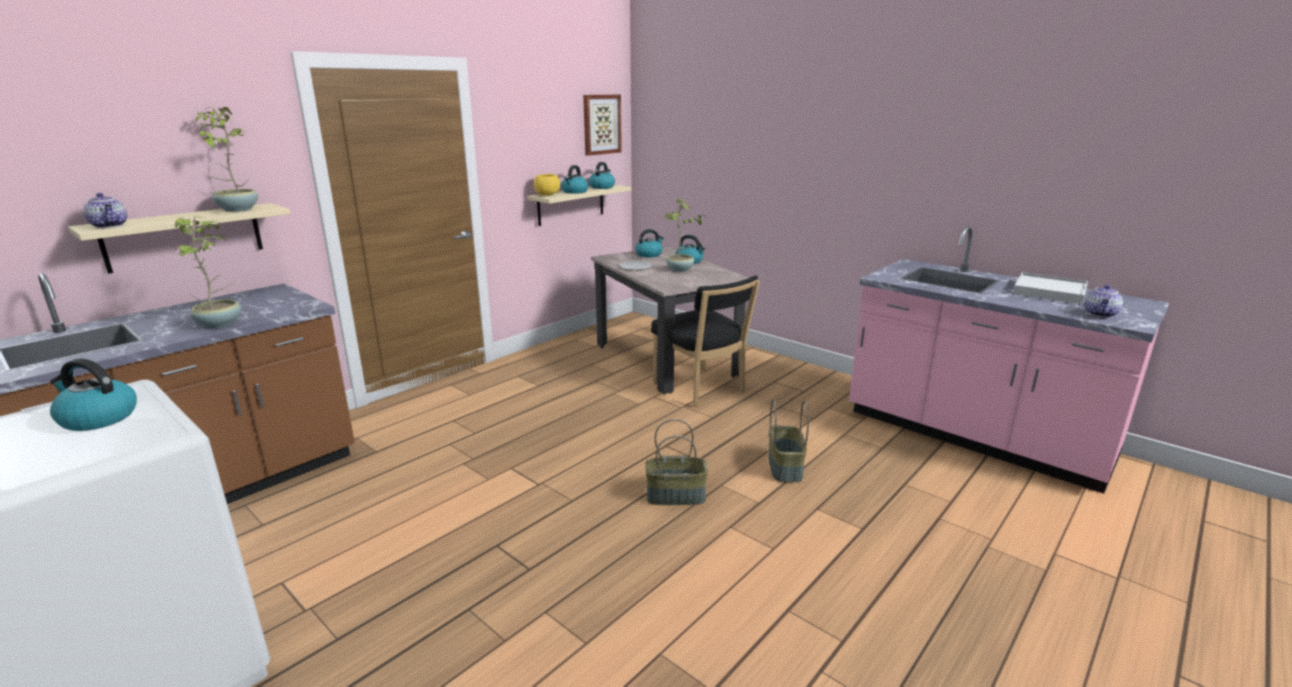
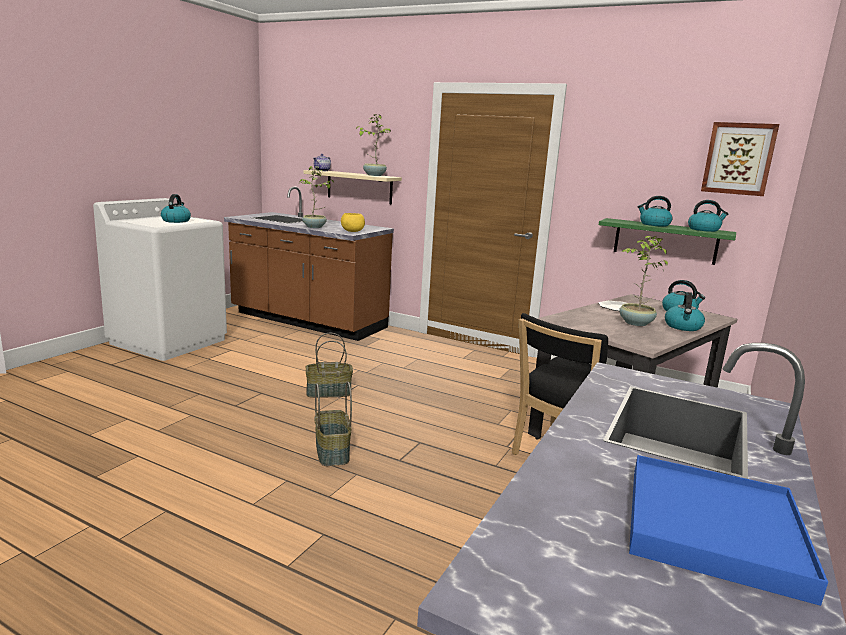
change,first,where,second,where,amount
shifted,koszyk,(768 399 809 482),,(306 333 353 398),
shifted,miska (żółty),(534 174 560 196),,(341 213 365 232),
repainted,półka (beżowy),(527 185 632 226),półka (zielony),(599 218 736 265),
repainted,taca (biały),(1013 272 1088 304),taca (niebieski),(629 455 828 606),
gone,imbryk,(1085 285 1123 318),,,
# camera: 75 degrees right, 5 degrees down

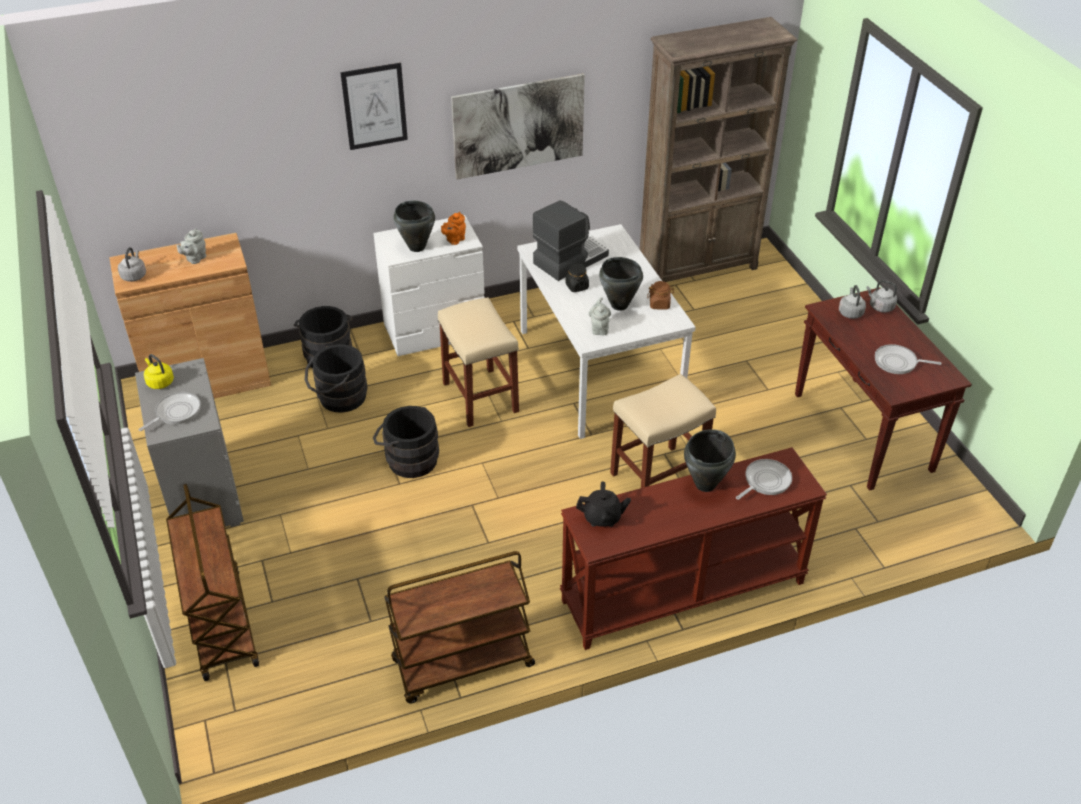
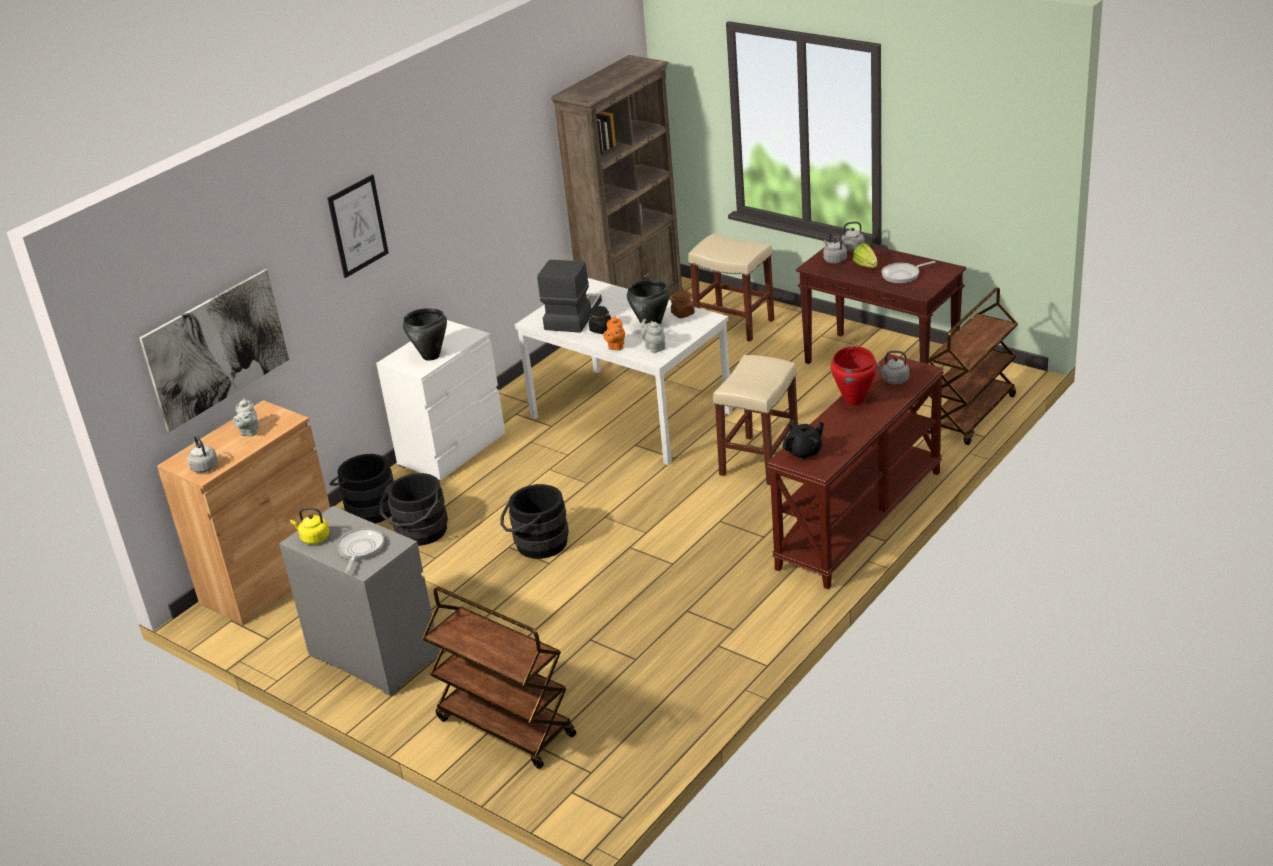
change,first,where,second,where,amount
shifted,obraz,(451 74 585 179),,(139 269 289 432),
shifted,imbryk (pomarańczowy),(441 212 466 245),,(603 316 625 351),
shifted,stołek (beżowy),(438 297 519 427),,(688 233 774 342),
repainted,garnek (czarny),(684 429 736 492),garnek (czerwony),(831 346 877 405),
new,,,sałata,(853 244 878 268),
swapped,patelnia,(736 459 792 500),czajnik (szary),(877 351 909 384),
shifted,wózek (brązowy),(384 551 535 704),,(927 287 1018 445),
# camera: 30 degrees left, 10 degrees down

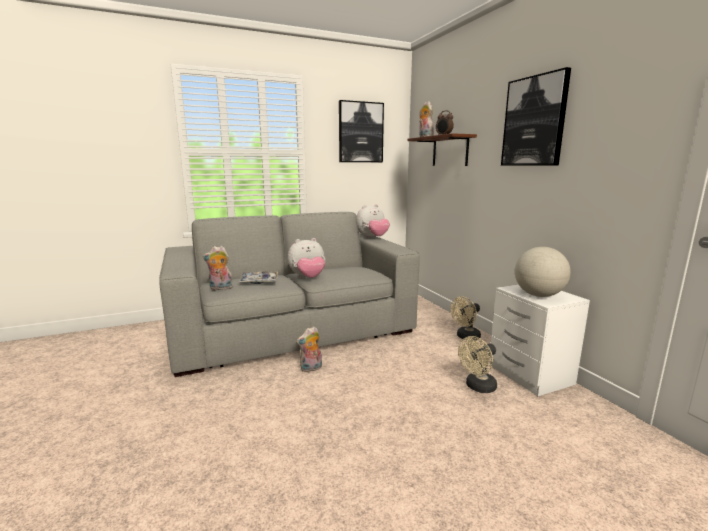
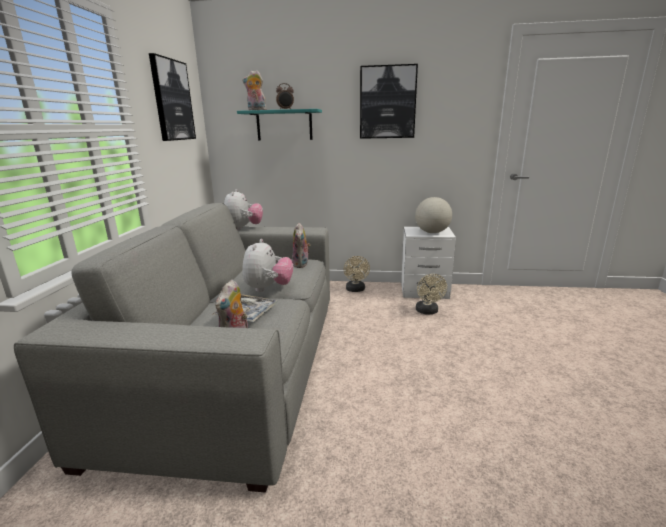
change,first,where,second,where,amount
repainted,półka (brązowy),(407 133 477 166),półka (turkusowy),(237 109 322 141),
shifted,pluszak,(296 326 322 372),,(292 223 311 268),
# camera: 60 degrees left, 5 degrees up

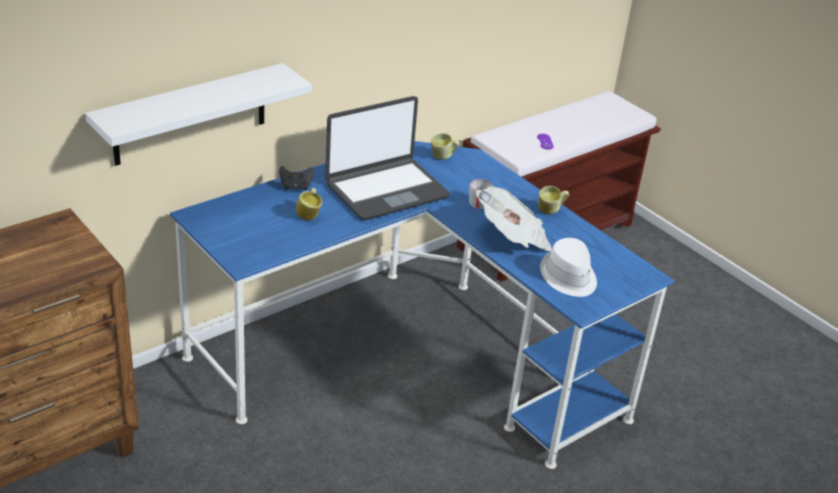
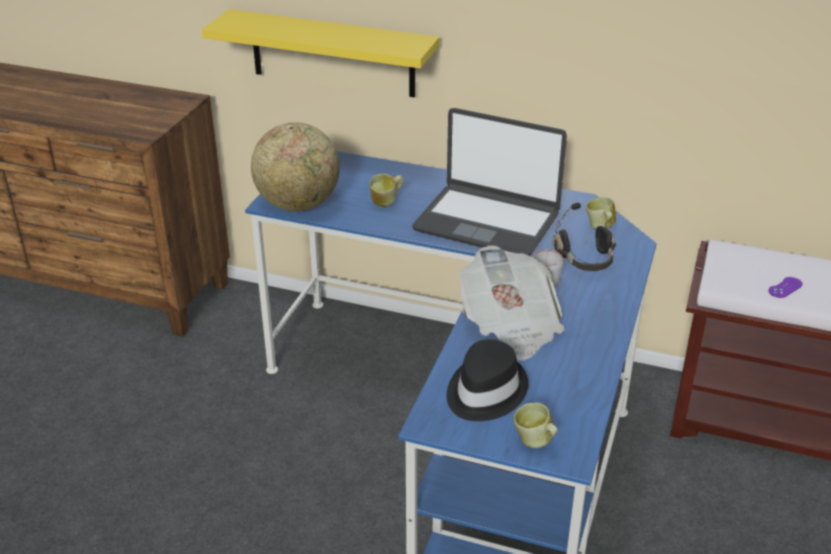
change,first,where,second,where,amount
repainted,półka (biały),(85 63 312 166),półka (żółty),(202 9 440 98),
new,,,globus,(251 122 340 212),
repainted,kapelusz (biały),(540 238 597 297),kapelusz (czarny),(446 339 528 421),
shifted,kubek,(538 186 569 214),,(514 402 558 448),
new,,,słuchawki (czarny),(552 203 616 271),
gone,pad do gier (czarny),(279 166 314 190),,,
# camera: 60 degrees right, 0 degrees up

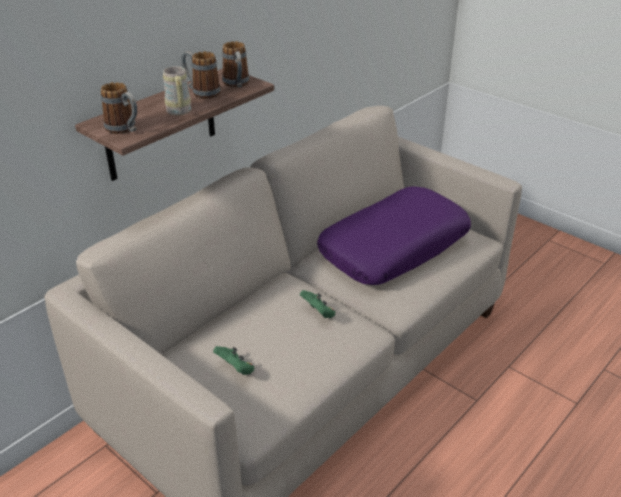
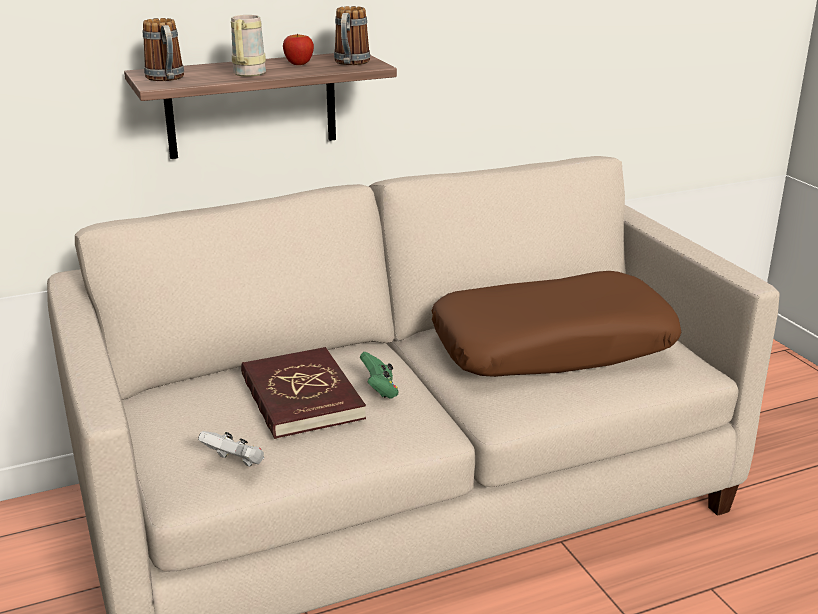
change,first,where,second,where,amount
new,,,pad do gier (biały),(198 431 264 467),
new,,,książka (czerwony),(241 347 366 439),
swapped,kubek,(181 51 221 99),jabłko,(283 34 314 65),
repainted,poduszka (fioletowy),(317 186 471 285),poduszka (brązowy),(432 271 681 377),
gone,pad do gier (zielony),(213 346 254 375),,,
# camera: 25 degrees right, 10 degrees down

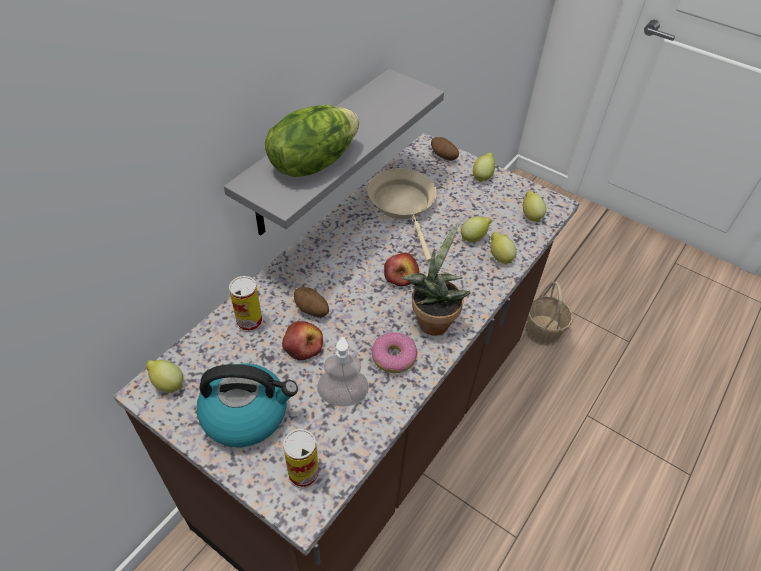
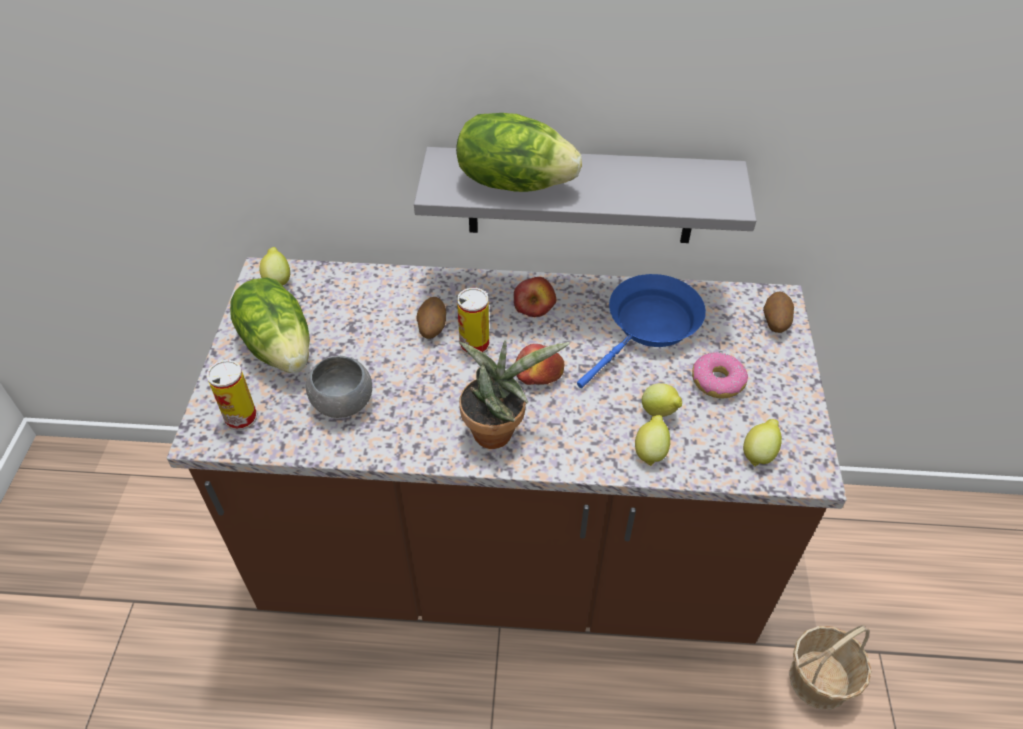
change,first,where,second,where,amount
swapped,czajnik,(197 363 298 447),sałata,(230 277 310 373),
swapped,dozownik mydła,(317 337 369 407),miska (szary),(306 356 372 418),
shifted,puszka,(229 276 263 332),,(457 288 489 355),
shifted,jabłko,(282 321 323 360),,(514 277 556 317),
repainted,patelnia (beżowy),(367 168 437 262),patelnia (niebieski),(577 274 706 388),
shifted,donut,(372 332 417 373),,(692 352 748 399),
gone,cytryna,(473 153 495 182),,,
# camera: 60 degrees right, 0 degrees up

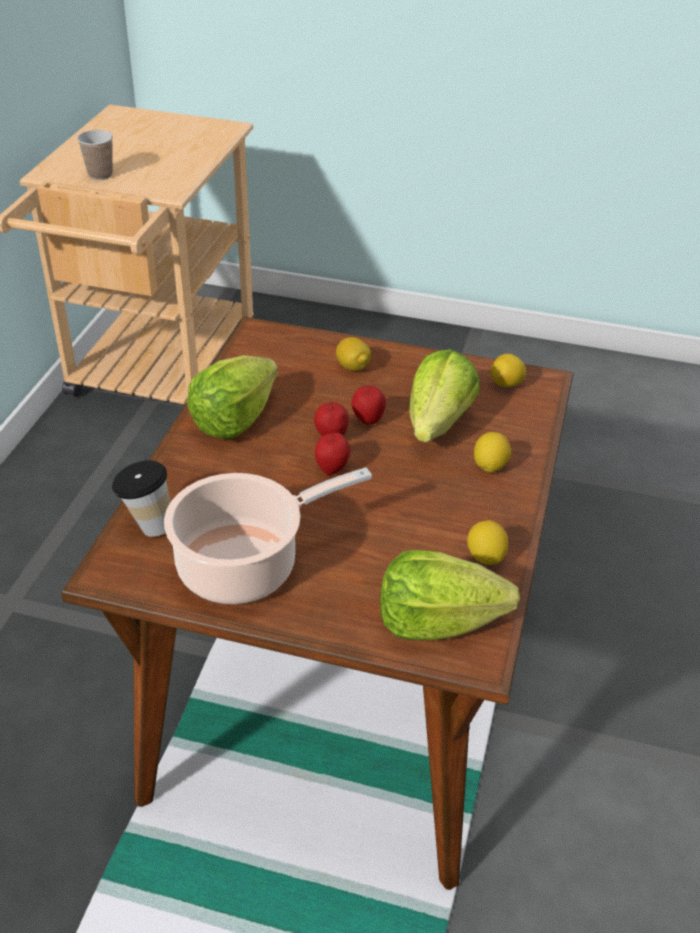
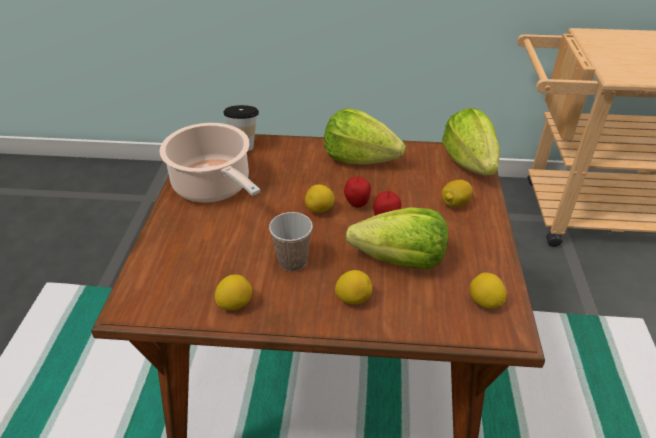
change,first,where,second,where,amount
shifted,filiżanka,(77 130 113 180),,(269 212 313 272),
swapped,jabłko,(315 432 350 475),cytryna,(305 184 335 213),
shifted,sałata,(380 550 520 640),,(442 108 500 175),
# camera: 80 degrees right, 0 degrees up

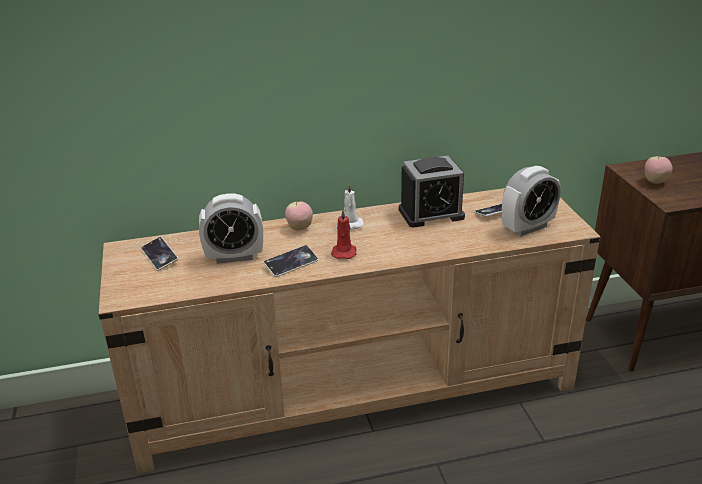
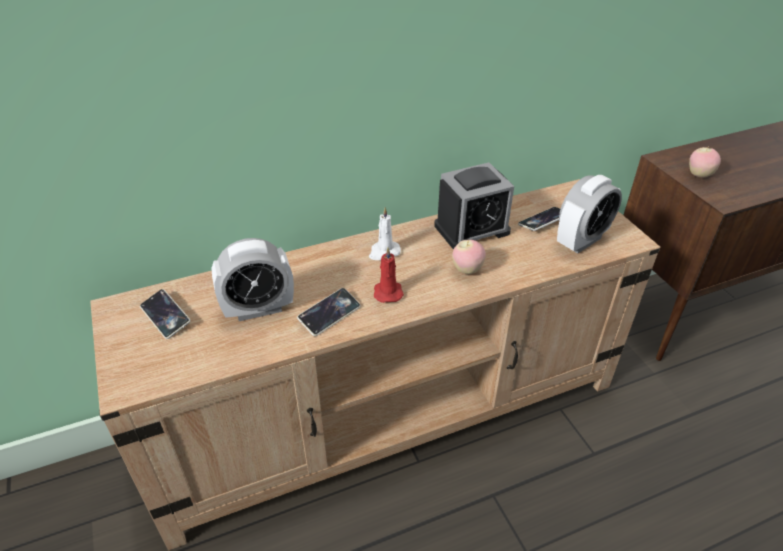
change,first,where,second,where,amount
shifted,jabłko,(285 200 313 231),,(452 240 486 274),
# camera: 10 degrees left, 10 degrees up

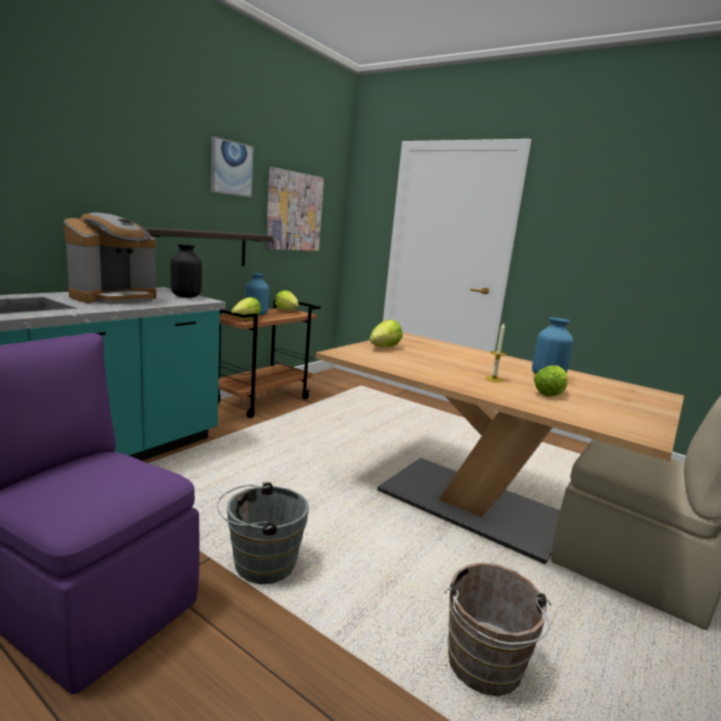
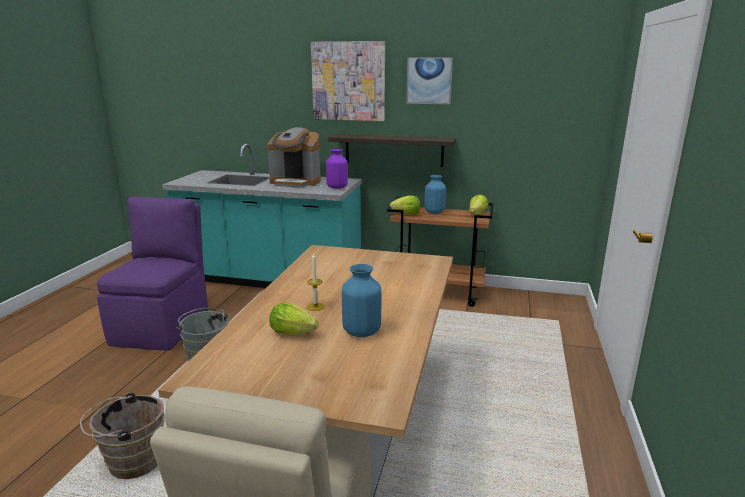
change,first,where,second,where,amount
shifted,obraz,(266 167 324 251),,(311 41 385 121),
repainted,wazon (czarny),(171 244 202 298),wazon (fioletowy),(326 149 348 189),
gone,sałata,(369 320 403 347),,,
# camera: 70 degrees right, 5 degrees up

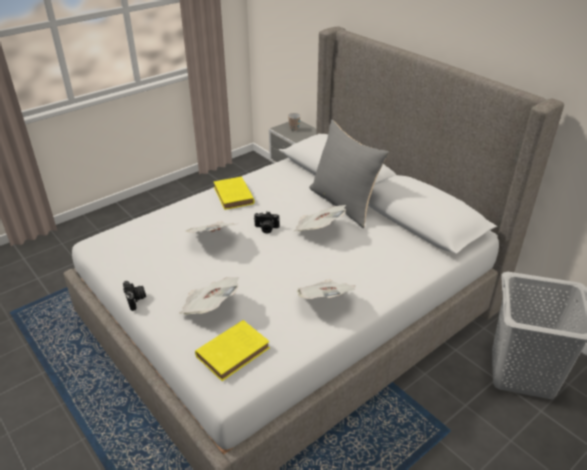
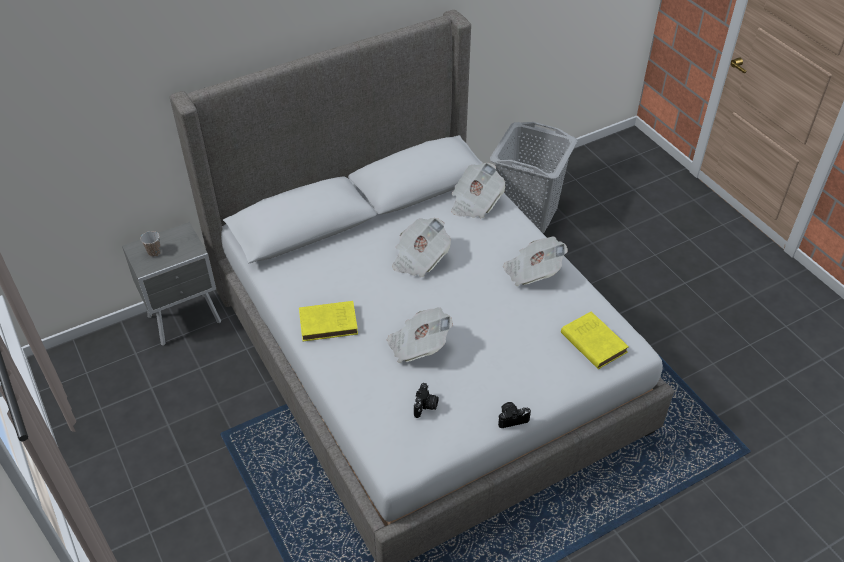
change,first,where,second,where,amount
shifted,aparat fotograficzny,(254 211 280 233),,(414 383 439 418),
shifted,gazeta,(179 277 239 315),,(451 163 505 218),
gone,poduszka (szary),(309 120 389 228),,,
# camera: 80 degrees left, 10 degrees up

